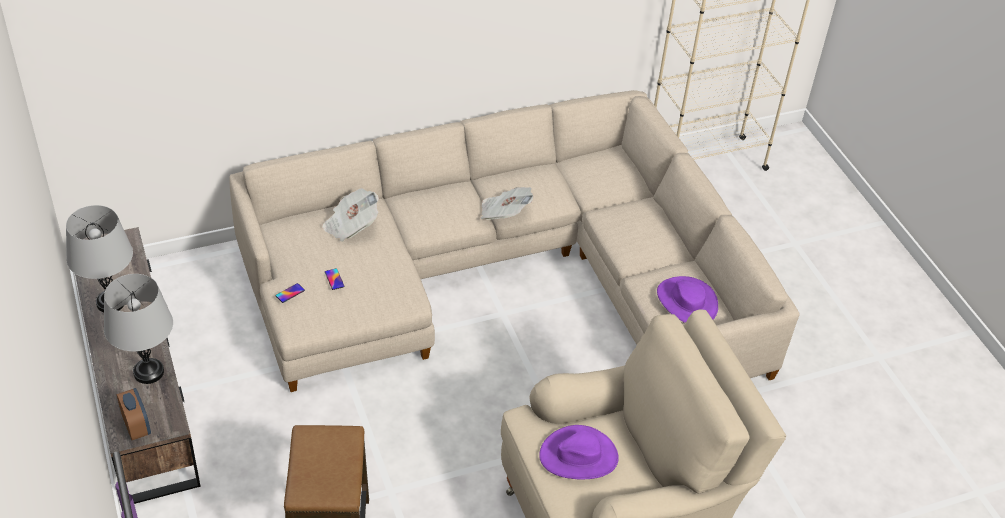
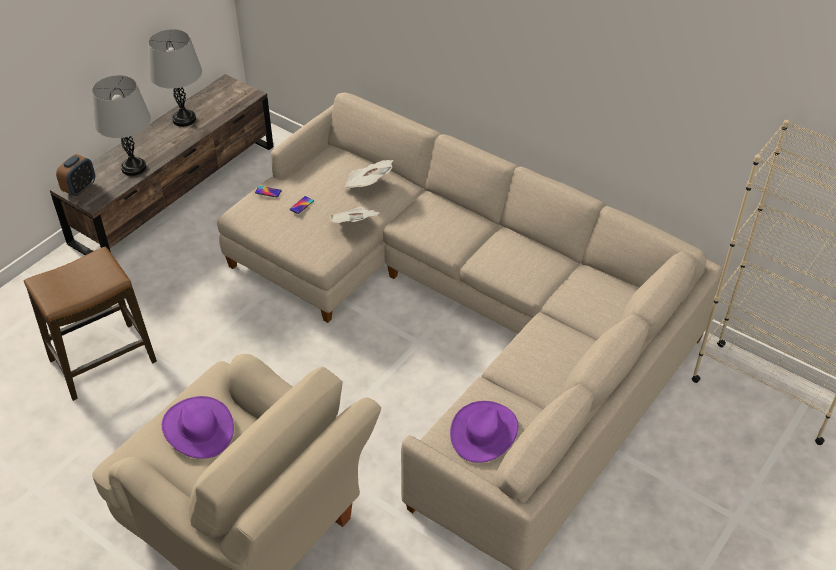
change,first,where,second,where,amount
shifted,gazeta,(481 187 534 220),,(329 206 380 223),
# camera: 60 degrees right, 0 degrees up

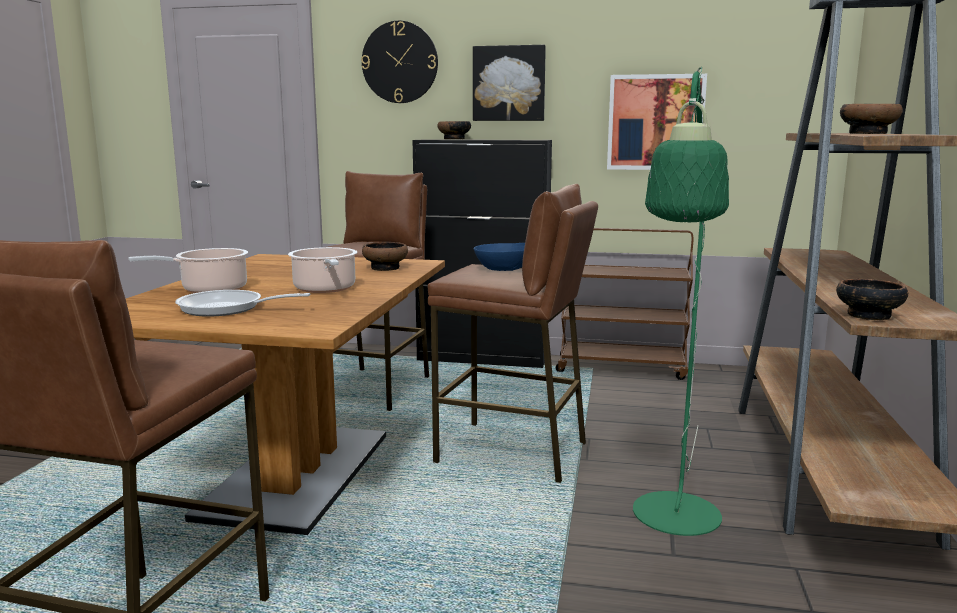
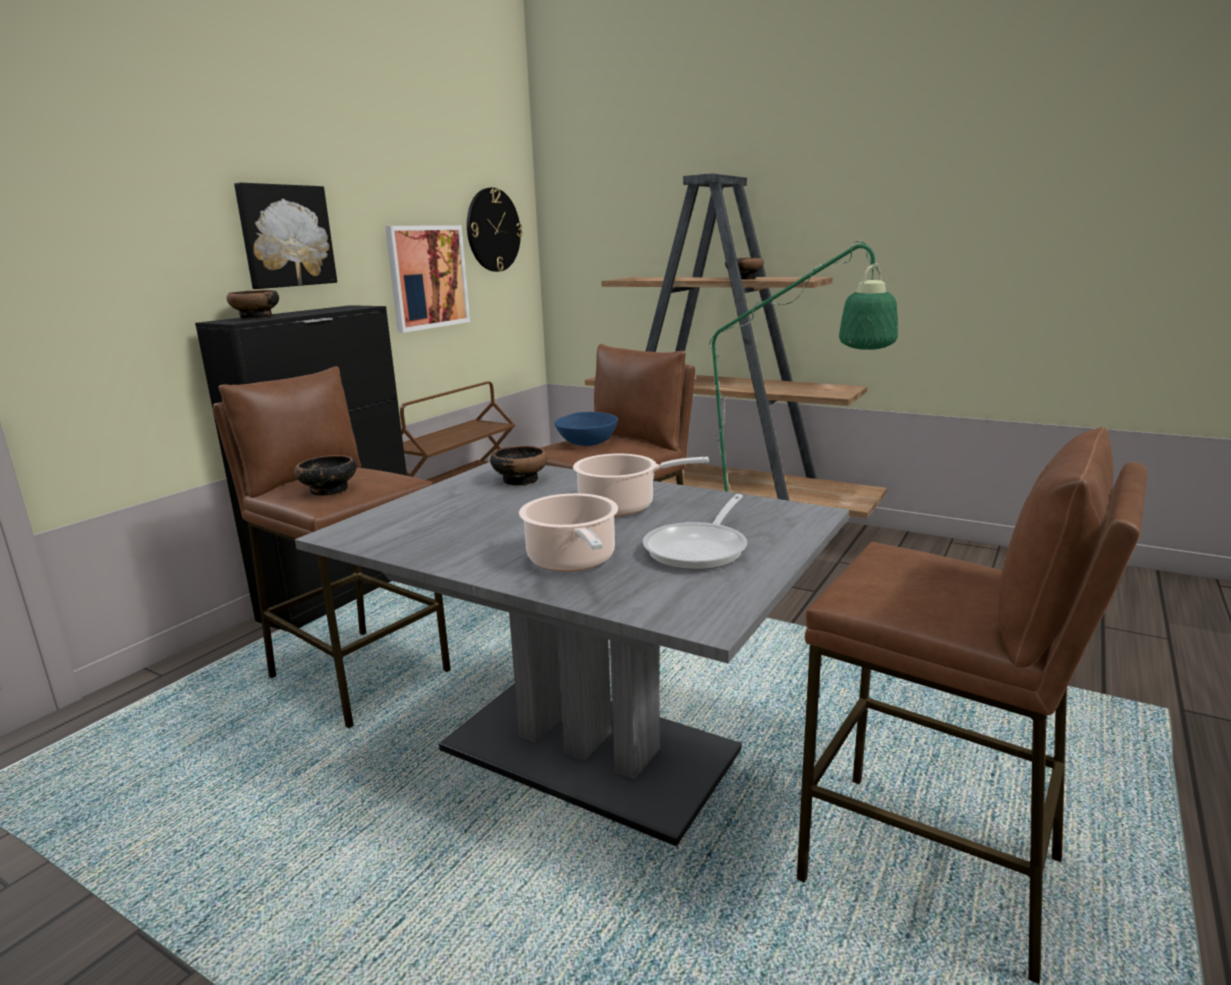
change,first,where,second,where,amount
shifted,miska,(836 279 908 320),,(295 455 357 496),
repainted,stół jadalny (brązowy),(126 254 445 535),stół jadalny (szary),(295 462 849 846),
shifted,zegar ścienny,(361 21 438 103),,(467 188 522 272),
# camera: 70 degrees left, 5 degrees up

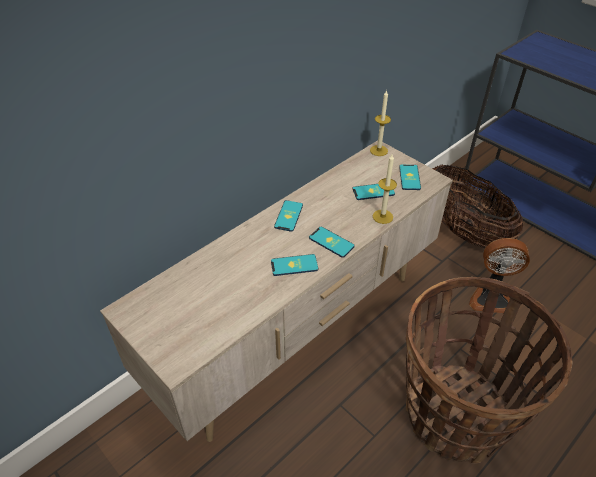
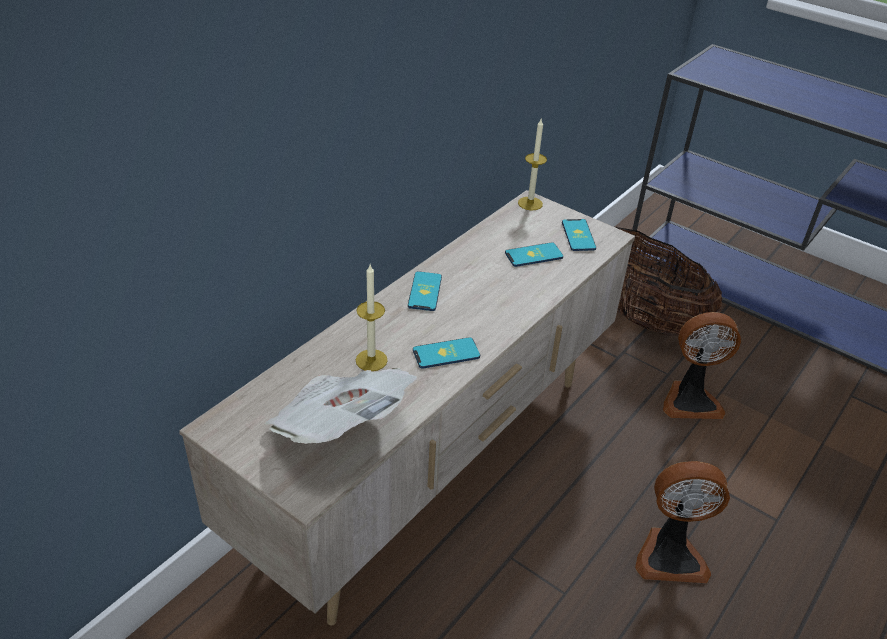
change,first,where,second,where,amount
new,,,gazeta,(264 368 417 444),
shifted,świeca,(373 154 397 224),,(356 265 388 371),
swapped,koszyk,(406 277 573 464),wentylator,(635 461 730 583),
gone,telefon,(309 227 355 258),,,
# camera: 10 degrees left, 5 degrees down

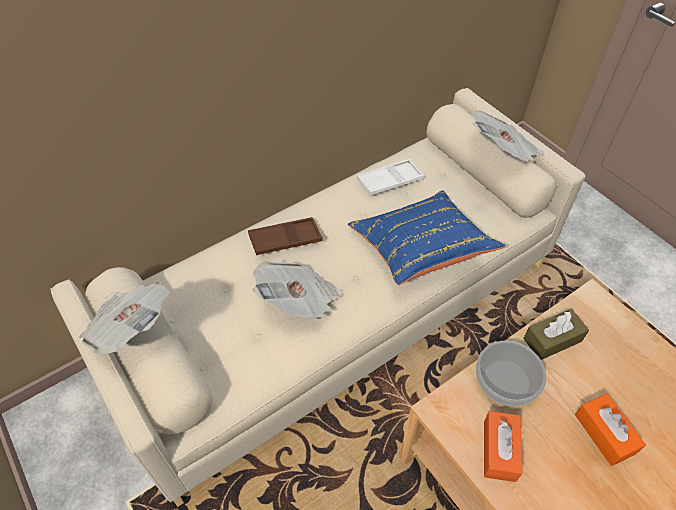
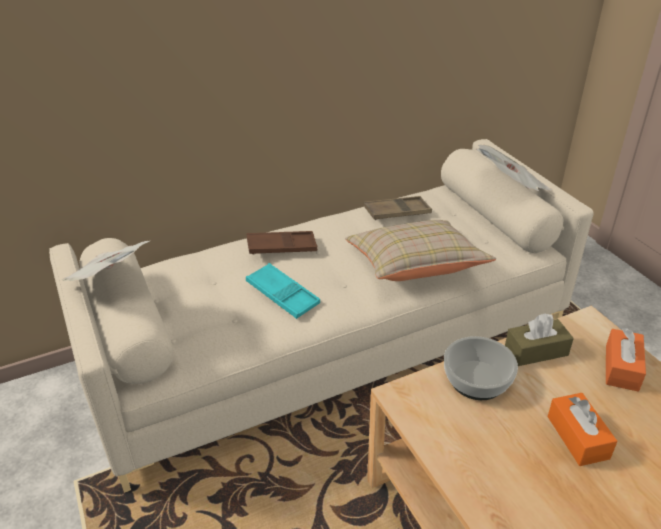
change,first,where,second,where,amount
swapped,gazeta,(253 262 343 320),taca (turkusowy),(246 263 320 319),
repainted,poduszka (niebieski),(348 190 505 285),poduszka (beżowy),(345 220 496 281),
repainted,taca (biały),(357 159 424 195),taca (brązowy),(364 196 432 220),
shifted,pudełko chusteczek (pomarańczowy),(484 411 523 482),,(606 328 646 392),
# camera: 10 degrees right, 15 degrees down

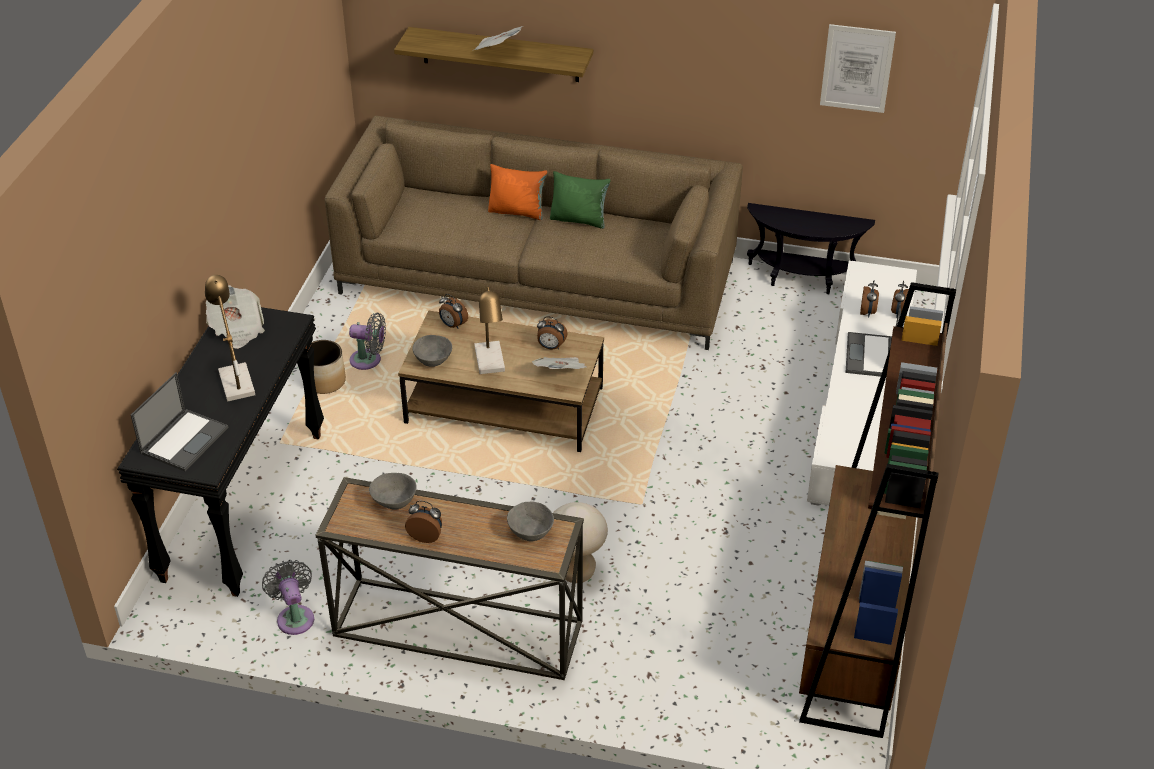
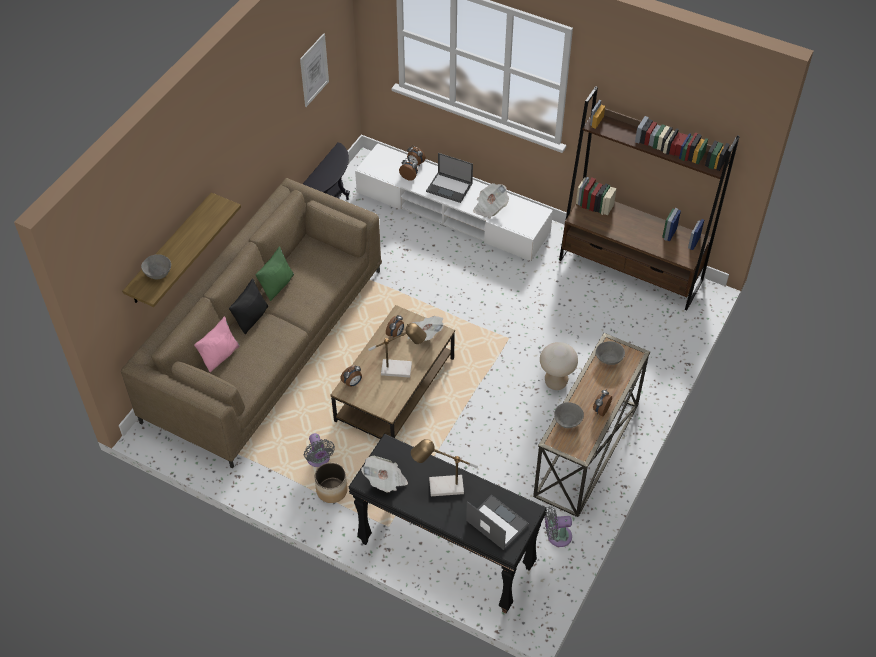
change,first,where,second,where,amount
shifted,miska (szary),(412 335 452 367),,(141 254 171 279),
new,,,poduszka (różowy),(194 316 240 372),
repainted,poduszka (pomarańczowy),(488 164 547 220),poduszka (czarny),(229 278 268 334),
rotated,wentylator (szary),(349 313 386 370),,(304 433 335 467),135 degrees clockwise
shifted,gazeta,(472 26 523 51),,(473 183 509 219),
# camera: 75 degrees left, 10 degrees up

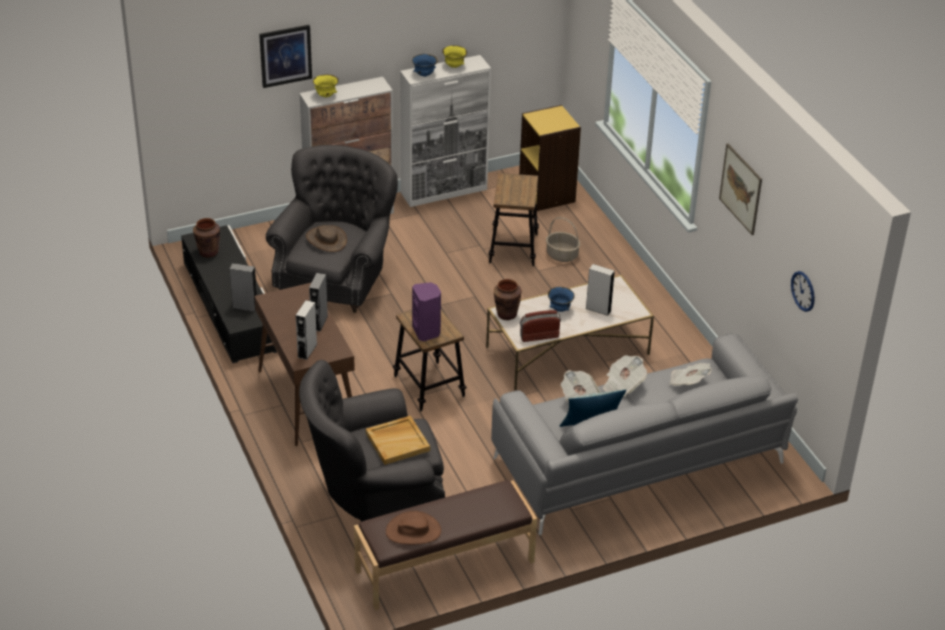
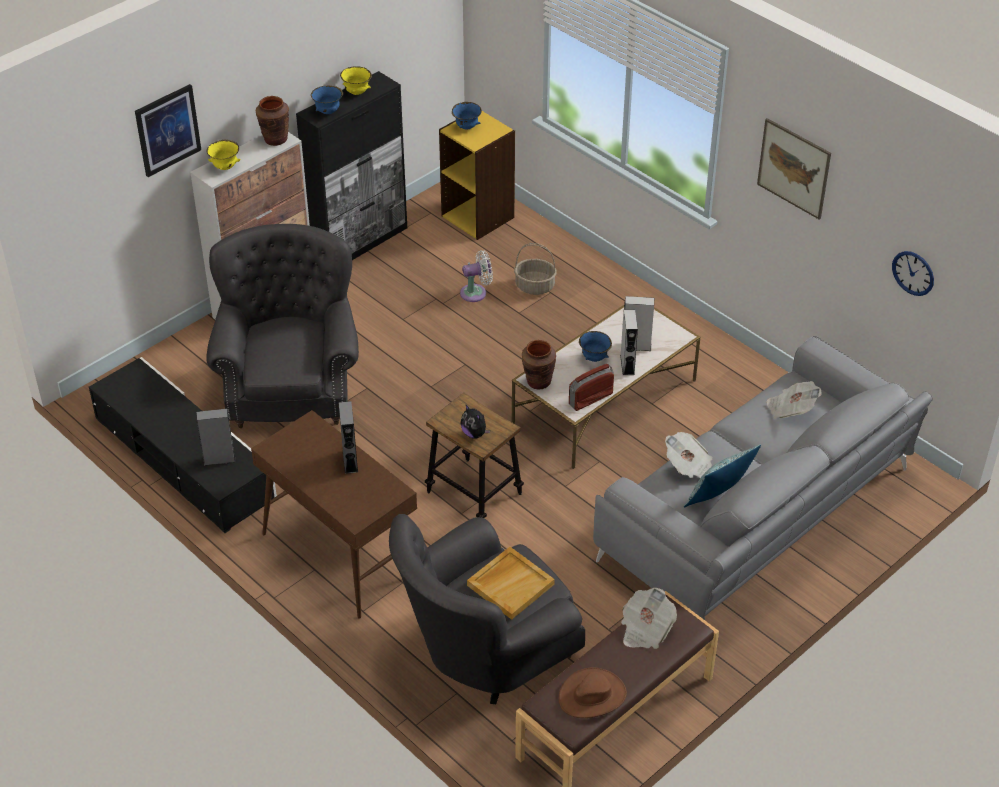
change,first,where,second,where,amount
shifted,wazon (brązowy),(193 218 220 258),,(256 96 289 146),
repainted,szafka (biały),(400 55 491 207),szafka (czarny),(296 71 407 260),
new,,,miska (niebieski),(452 102 482 129),
swapped,stołek,(488 173 539 266),wentylator (biały),(460 250 493 302),
swapped,głośnik (fioletowy),(412 282 441 341),pluszak,(460 405 490 439),
shifted,głośnik (szary),(296 300 317 360),,(620 310 638 375),
shifted,gazeta,(603 355 647 397),,(621 588 677 649),
gone,kapelusz (brązowy),(306 225 347 252),,,
# camera: 20 degrees left, 5 degrees up

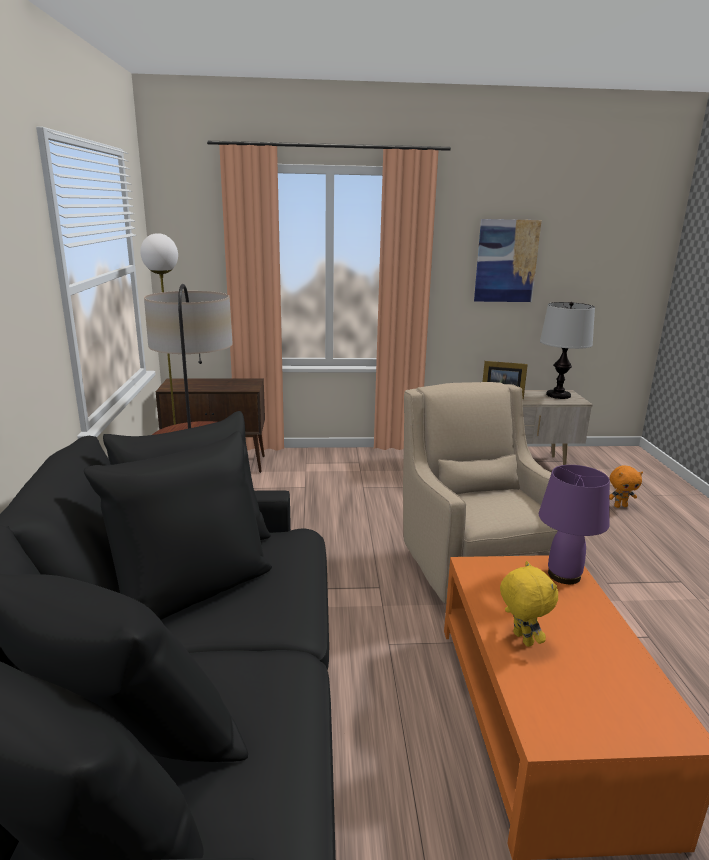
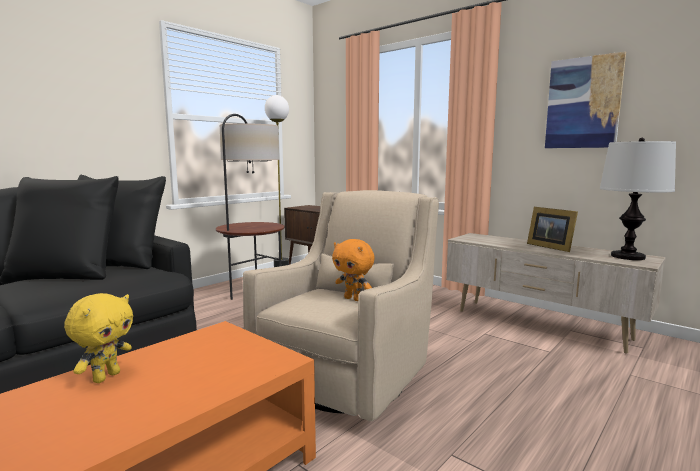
change,first,where,second,where,amount
shifted,pluszak (pomarańczowy),(610 466 643 508),,(332 239 375 301),
gone,lampa stołowa (fioletowy),(539 465 610 584),,,
# camera: 45 degrees right, 10 degrees down

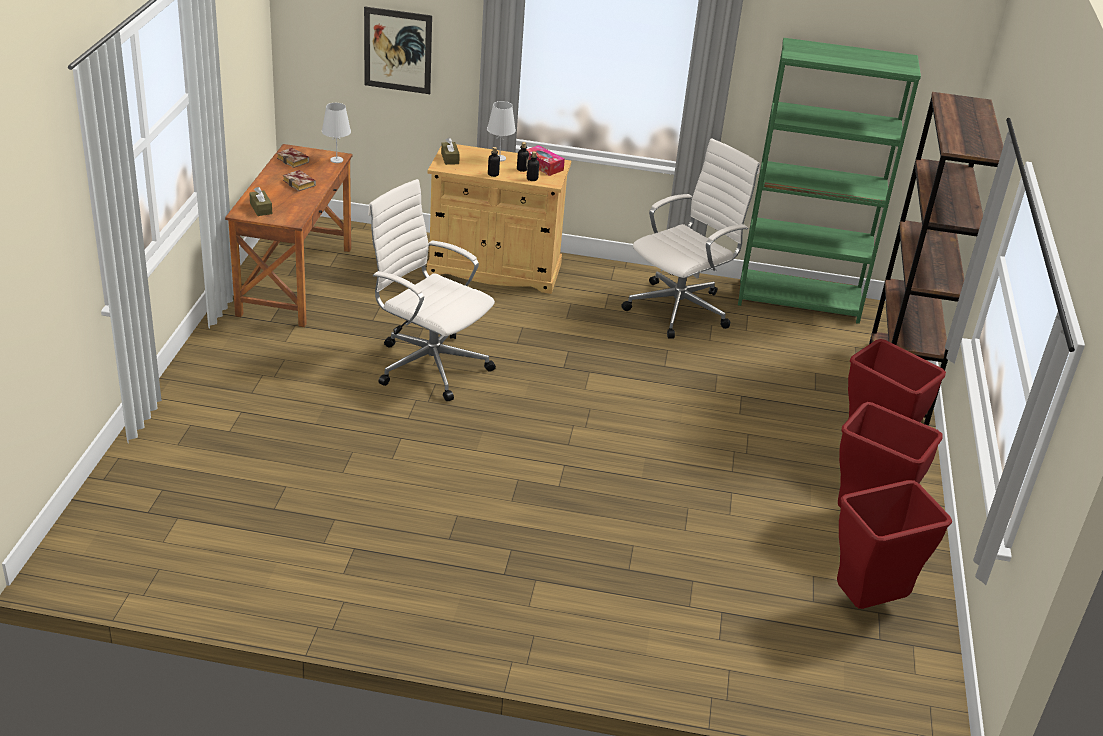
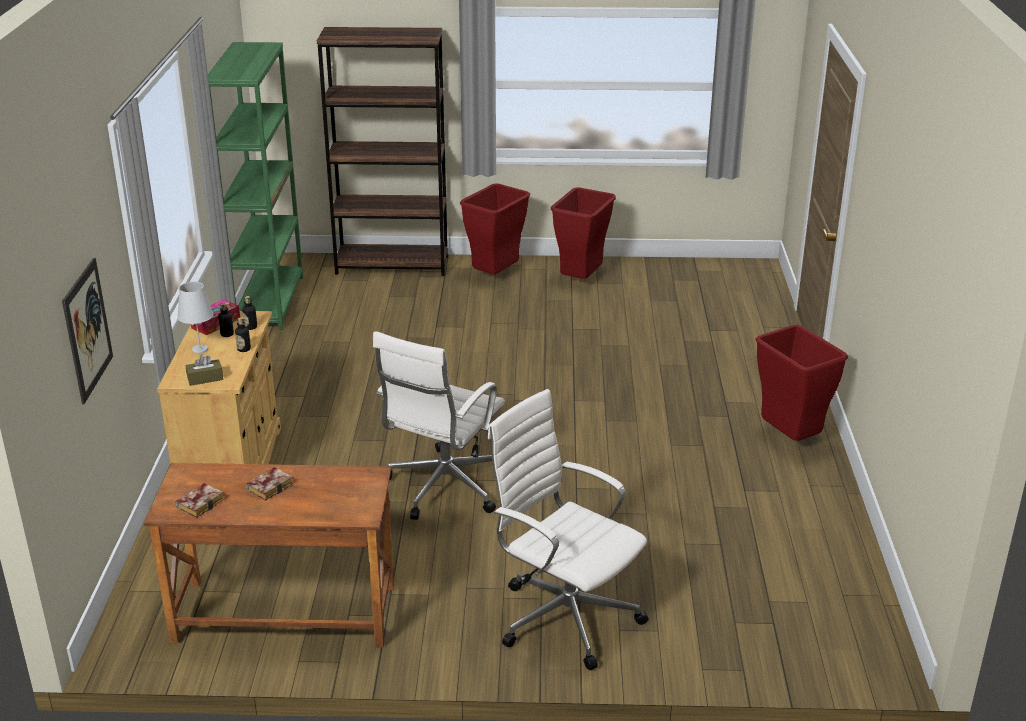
change,first,where,second,where,amount
shifted,krzesło biurowe (biały),(621 138 760 339),,(487 389 649 670),
shifted,kosz na śmieci (czerwony),(837 480 952 609),,(756 325 848 441),
gone,pudełko chusteczek (brązowy),(249 187 272 216),,,
gone,lampa stołowa (biały),(322 103 351 163),,,
# camera: 95 degrees left, 5 degrees down

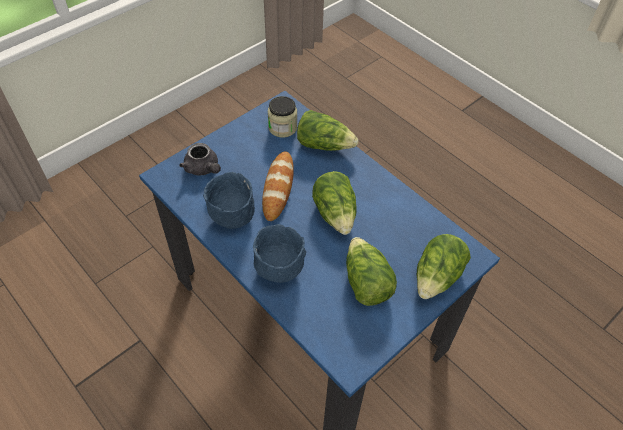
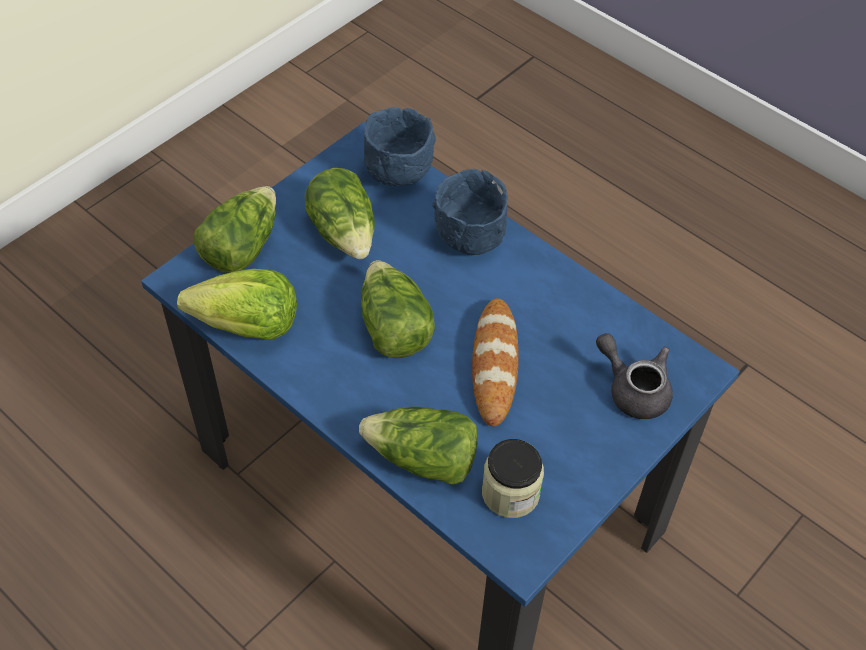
change,first,where,second,where,amount
new,,,sałata,(177 269 297 340),
shifted,miska (niebieski),(203 172 255 229),,(364 107 436 186),
# camera: 175 degrees right, 0 degrees up

